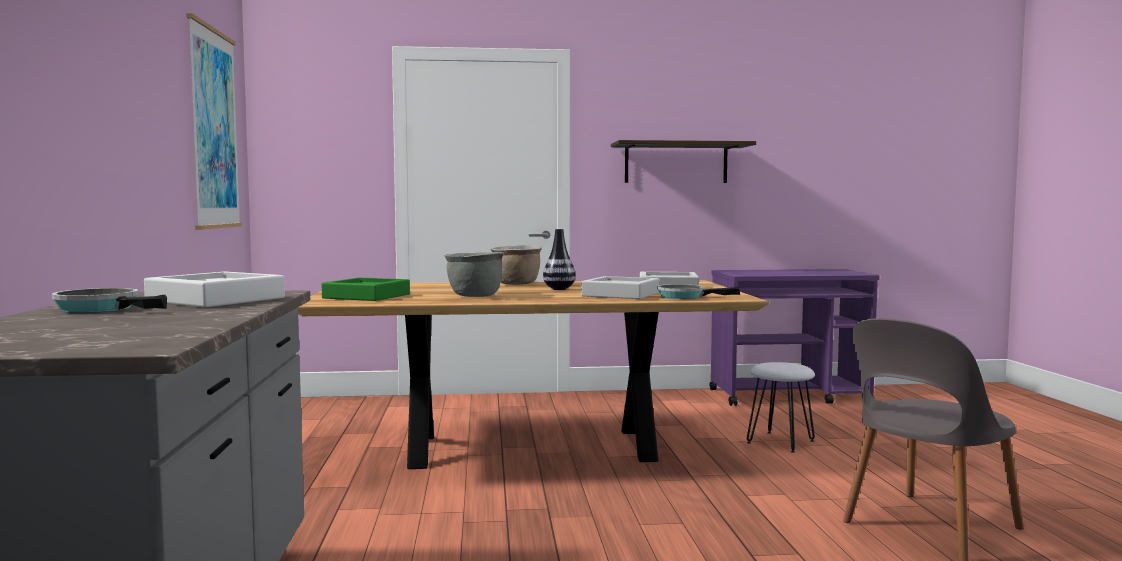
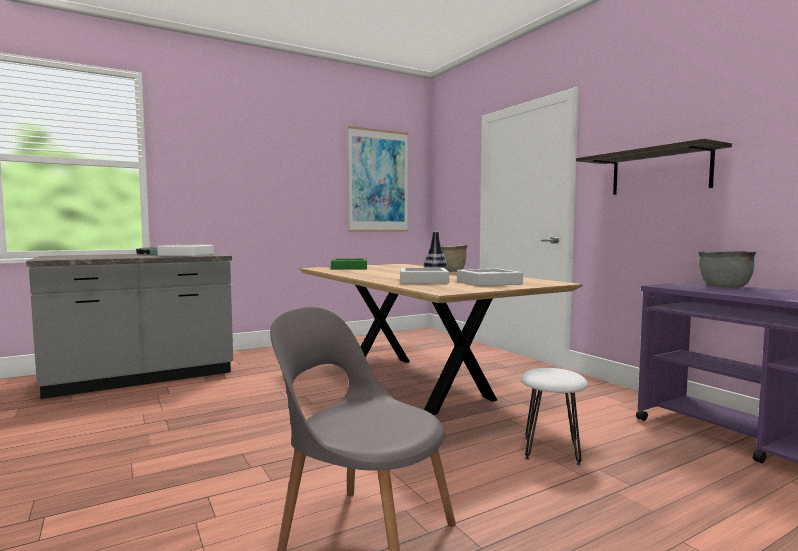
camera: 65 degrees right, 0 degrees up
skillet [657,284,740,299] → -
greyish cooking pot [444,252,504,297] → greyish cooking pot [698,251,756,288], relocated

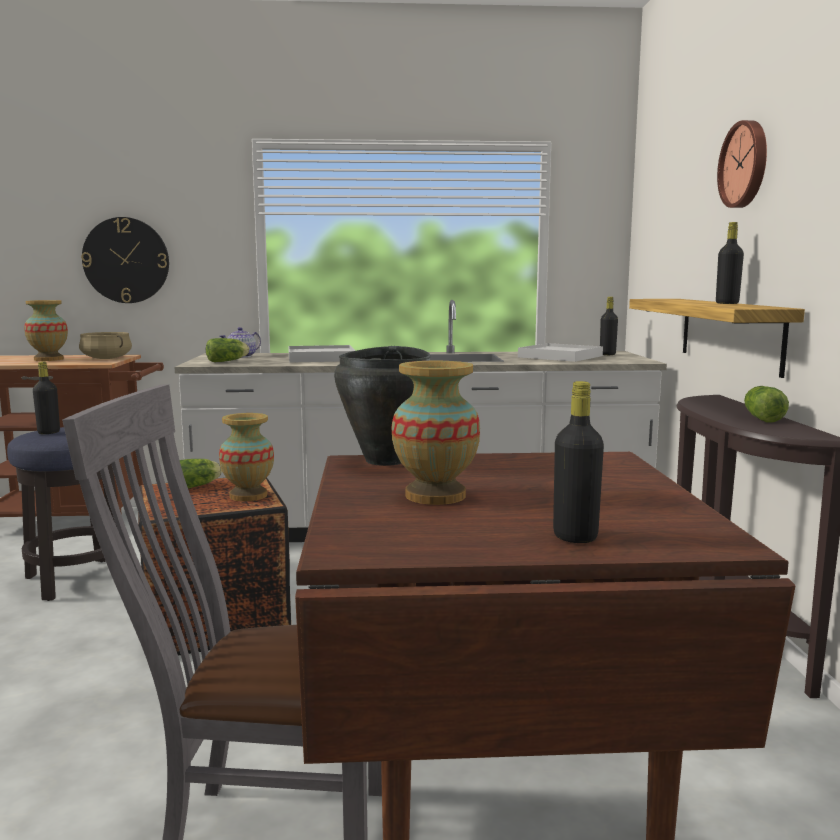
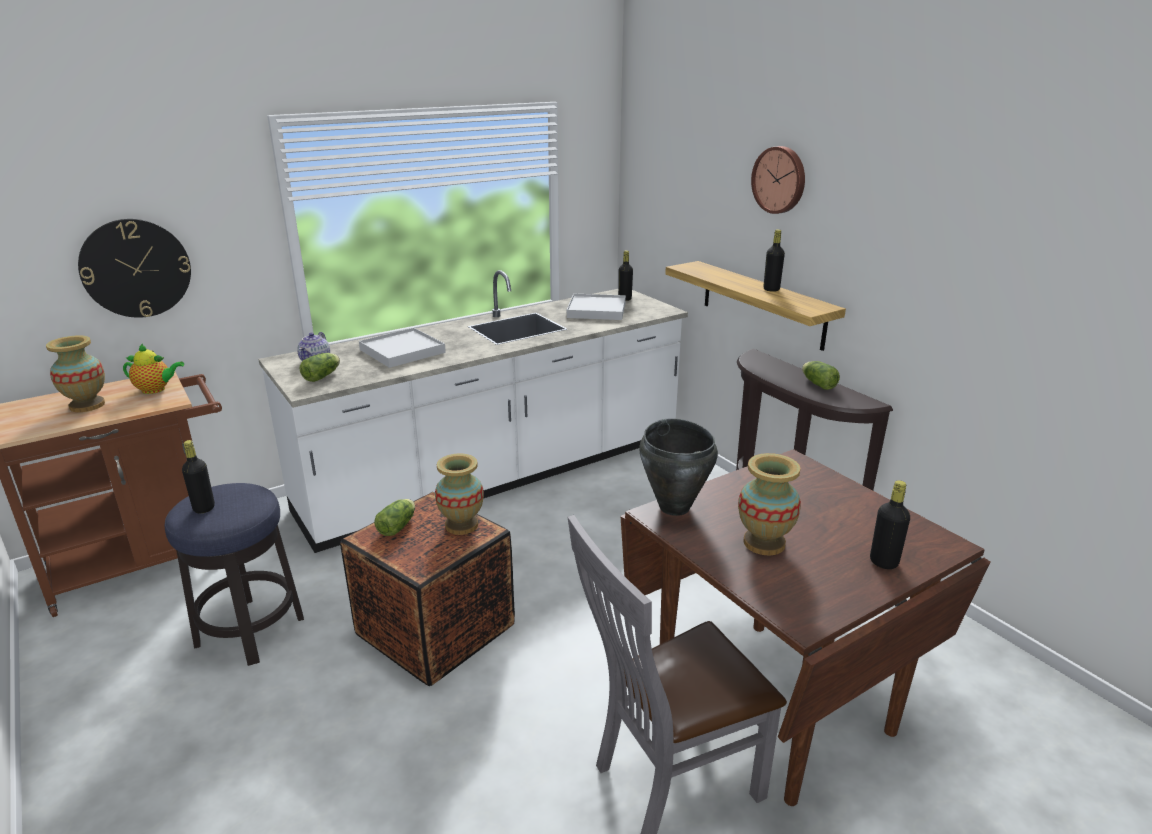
camera: 30 degrees left, 15 degrees up
beige cooking pot [79,332,132,359] → pot for tea [123,343,184,394]

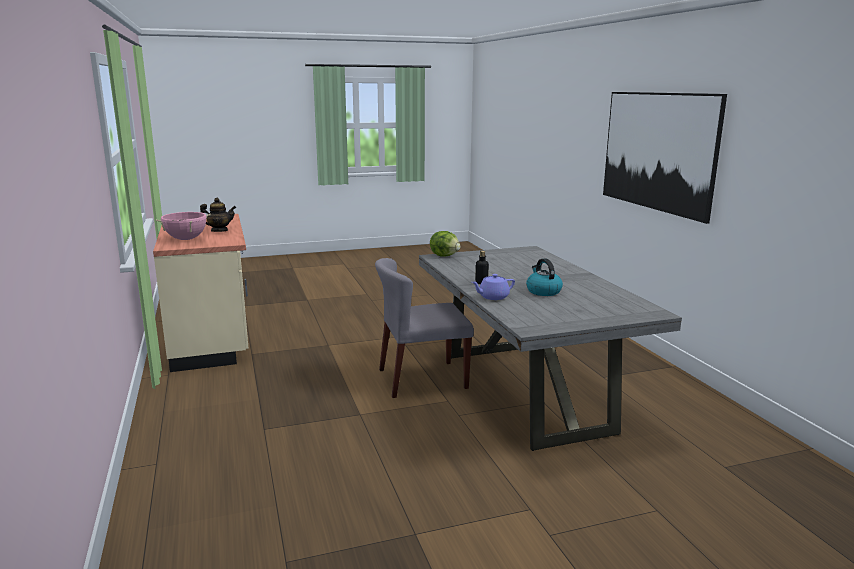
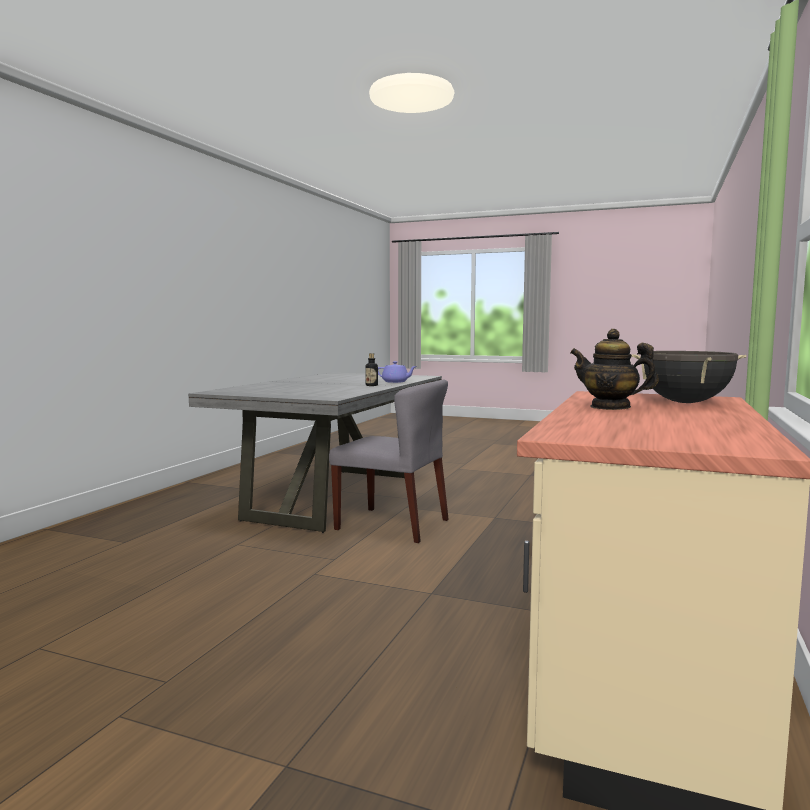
camera: 140 degrees left, 10 degrees down
lettuce head [430,231,460,257] → -
tea kettle [526,258,563,296] → -
wall picture [603,92,727,224] → -
pink cooking pot [156,212,211,240] → black-coloured cooking pot [631,351,746,403]

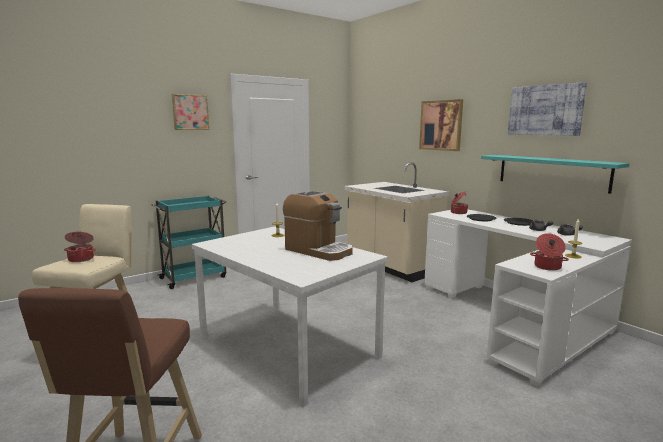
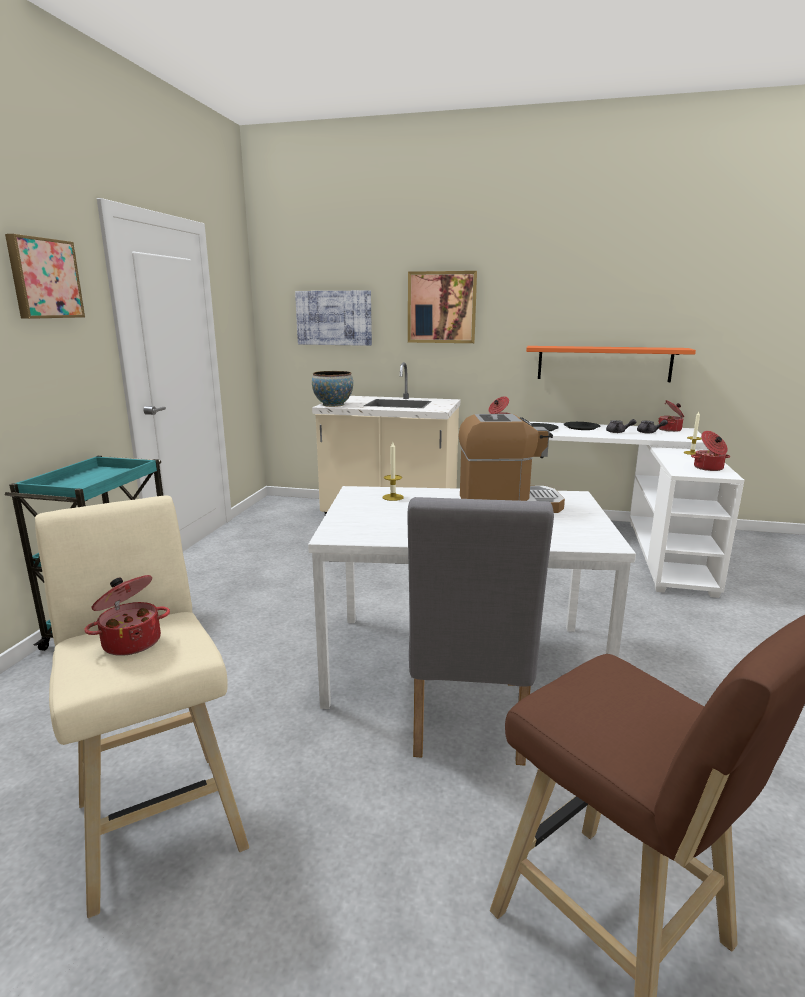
camera: 40 degrees left, 5 degrees up
- → serving bowl [312,371,353,407]
- → greyish upright chair [408,497,554,766]
- → cooking pot [658,400,684,432]
wall picture [508,82,587,136] → wall picture [295,291,372,346], relocated
turquoise shelf [481,155,629,194] → orange-coloured shelf [526,346,696,382]

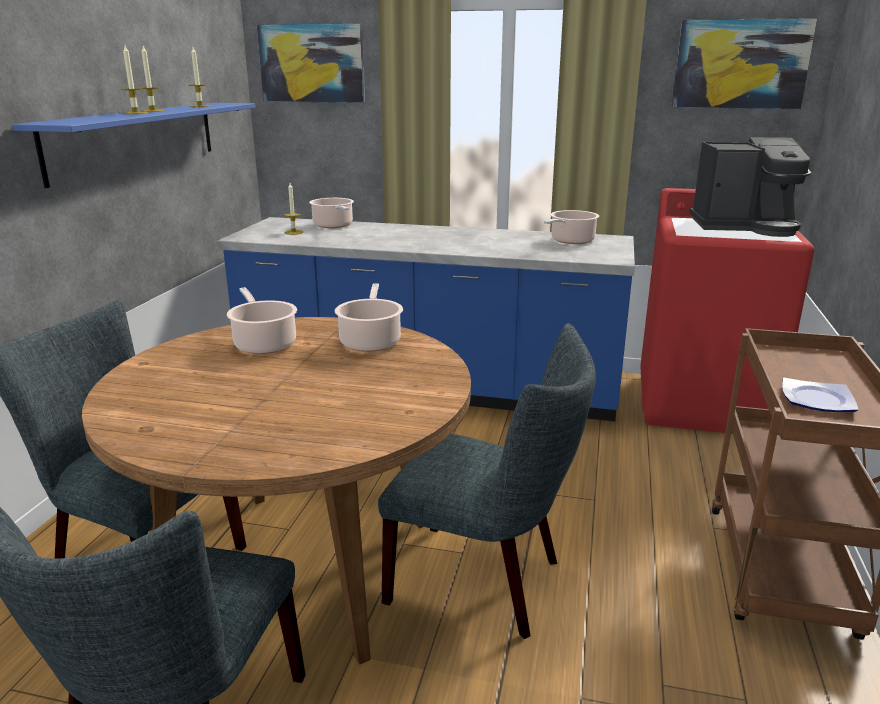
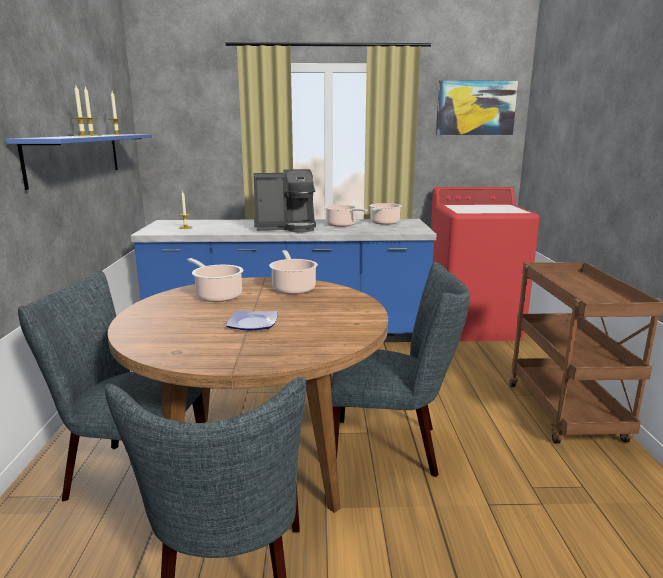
camera: 15 degrees left, 5 degrees down
wall picture [257,23,365,103] → -
cooking pot [309,198,354,228] → cooking pot [325,205,368,227], relocated
coffee machine [689,137,811,237] → coffee machine [253,169,316,232], relocated
dinner plate [782,378,858,412] → dinner plate [226,310,277,331], relocated

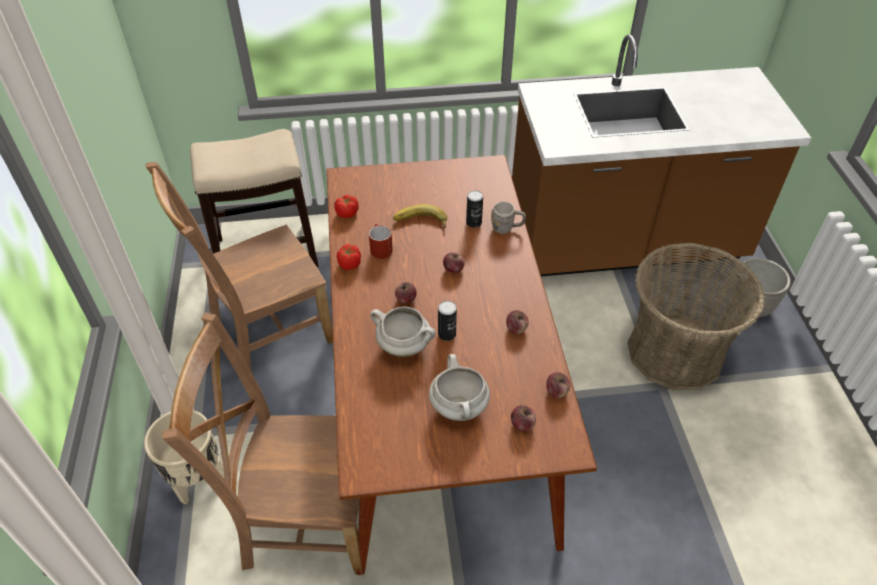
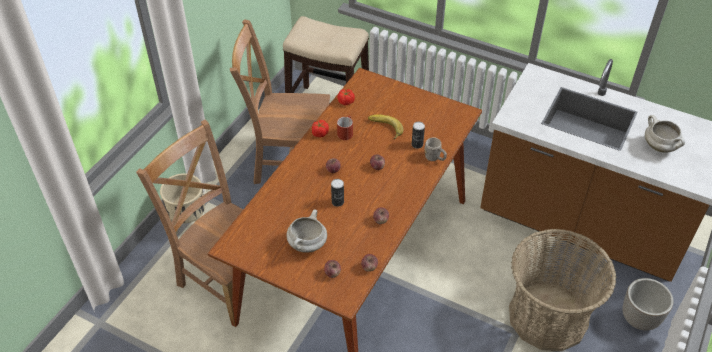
camera: 35 degrees right, 0 degrees up
whitish cooking pot [370,306,436,357] → whitish cooking pot [645,115,685,153], relocated

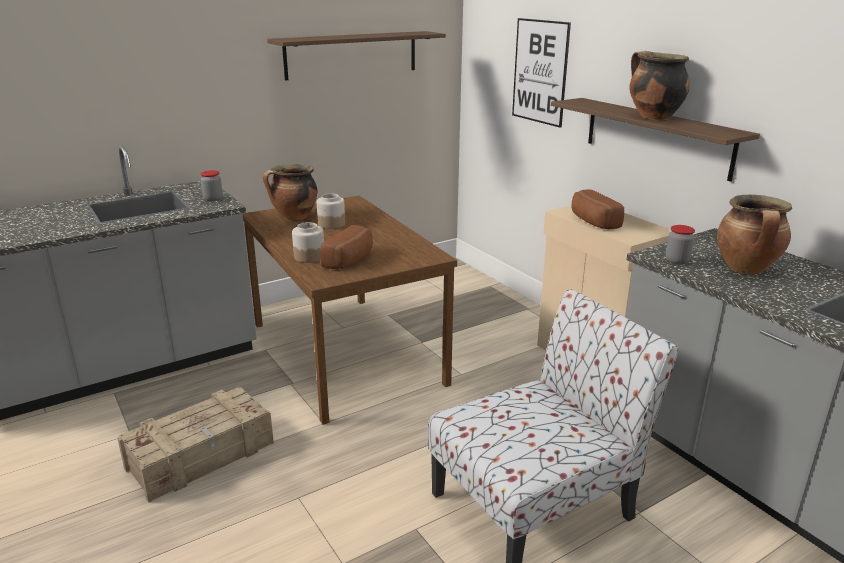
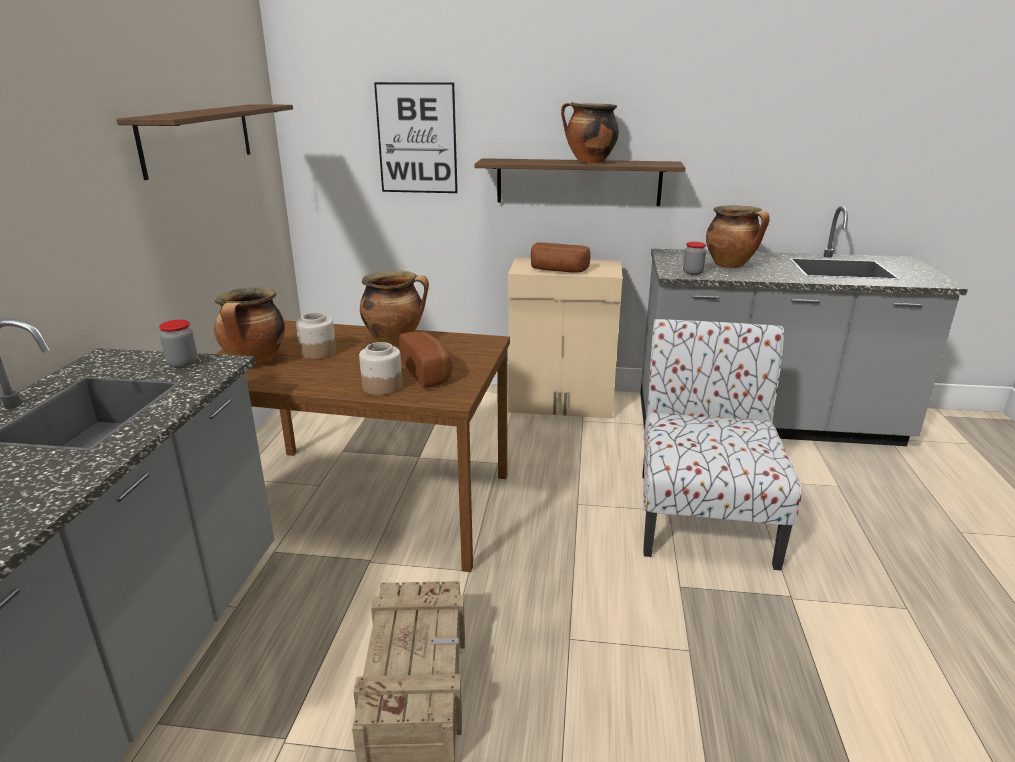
camera: 50 degrees left, 0 degrees up
- → cooking pot [360,271,429,345]

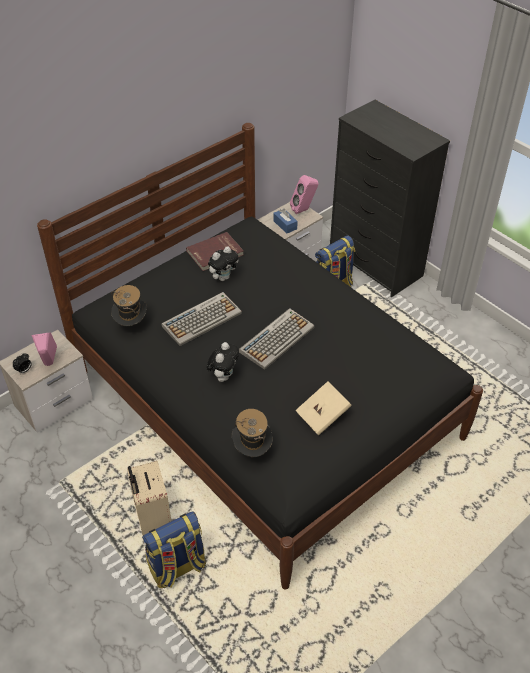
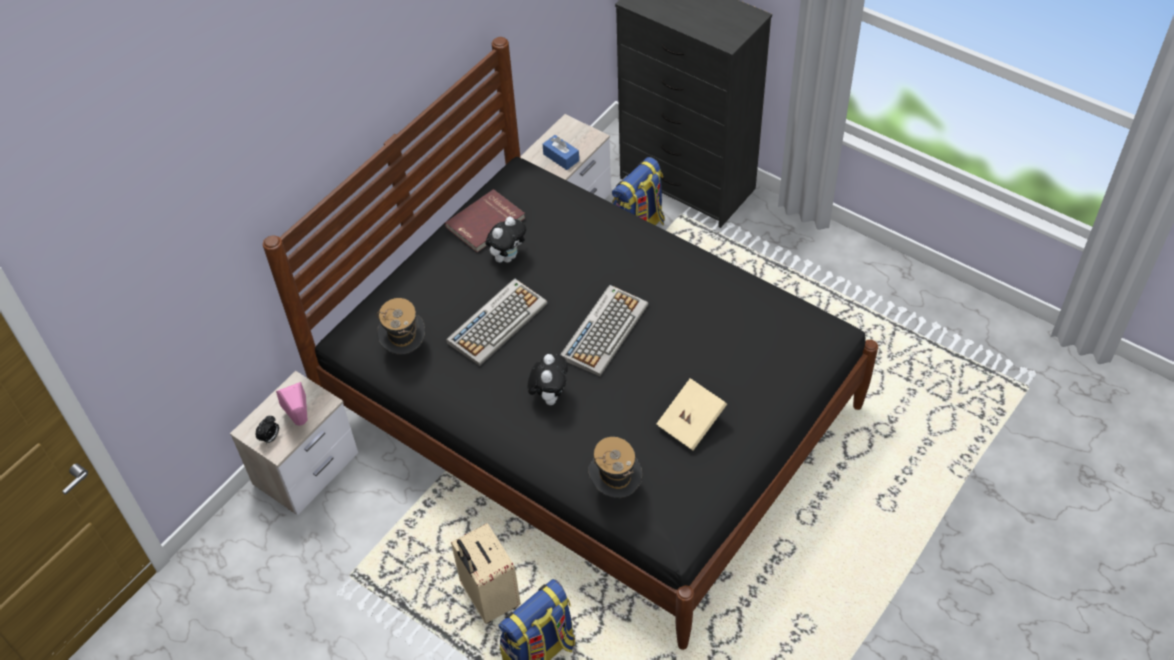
camera: 10 degrees left, 5 degrees up
pink audio speaker [290,175,318,214] → -

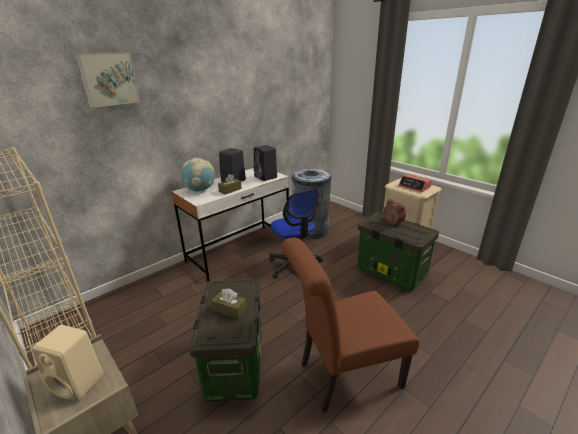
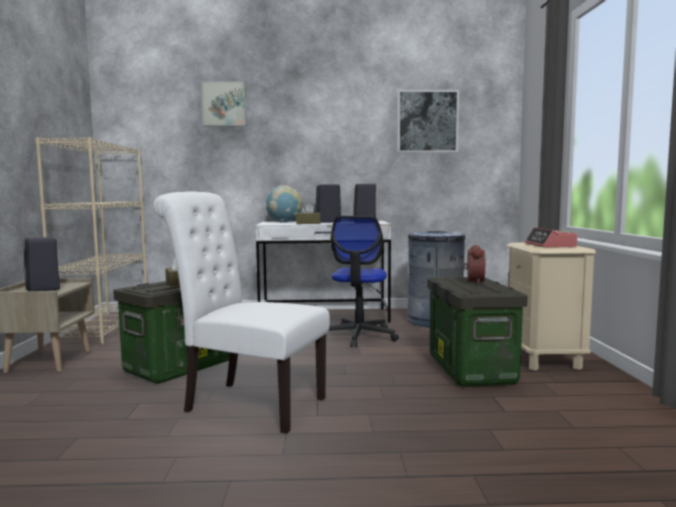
camera: 40 degrees right, 20 degrees down
- → wall picture [397,90,459,153]
beige audio speaker [32,325,104,402] → black-coloured audio speaker [24,237,60,291]
brown upright chair [282,237,420,413] → whitish upright chair [153,192,330,434]

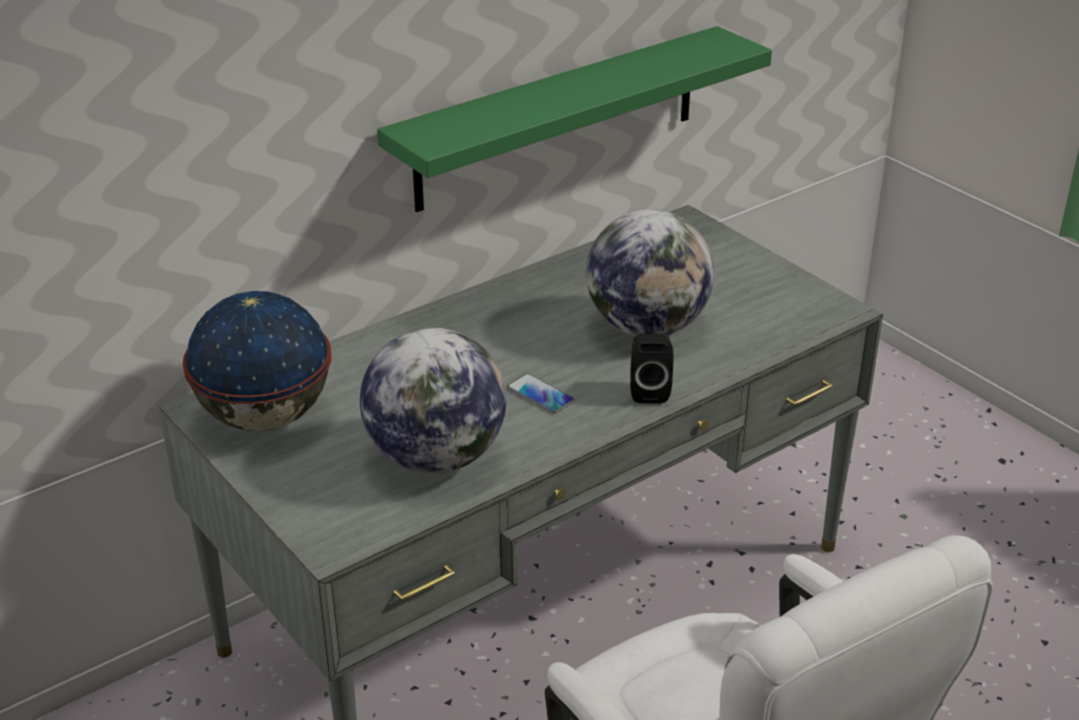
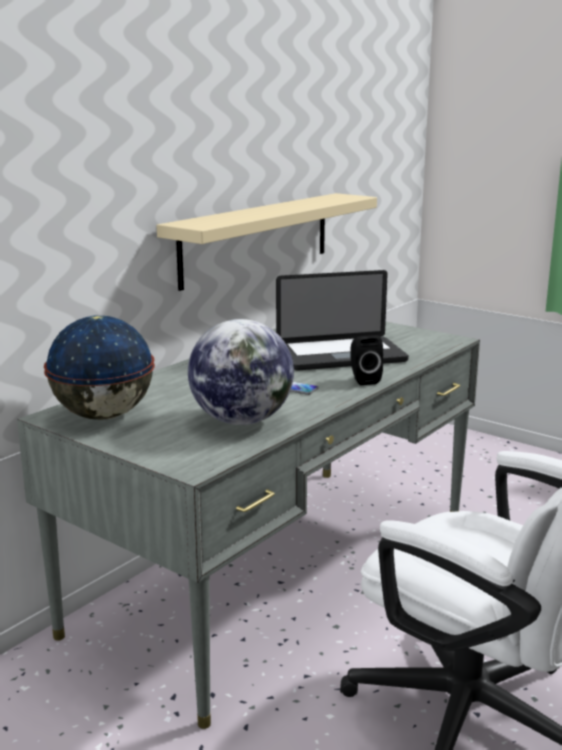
camera: 15 degrees left, 15 degrees down
world globe [586,209,714,336] → laptop [276,270,409,371]
green-coloured shelf [377,26,772,212] → beige shelf [157,193,377,291]

